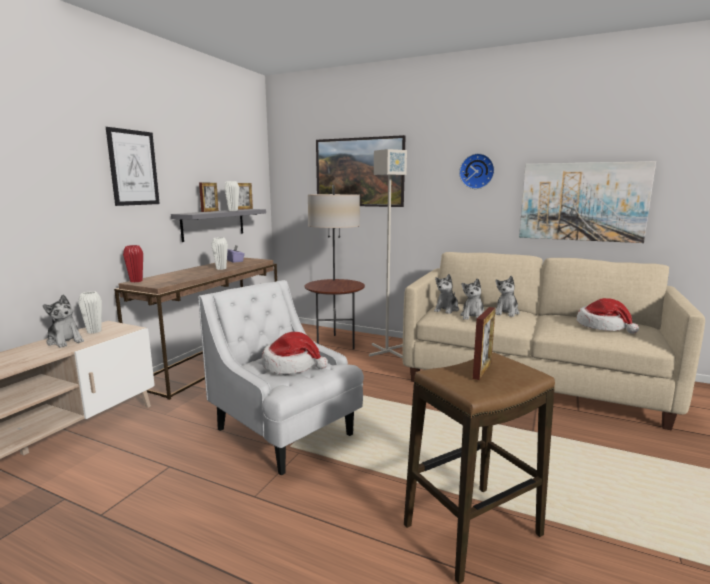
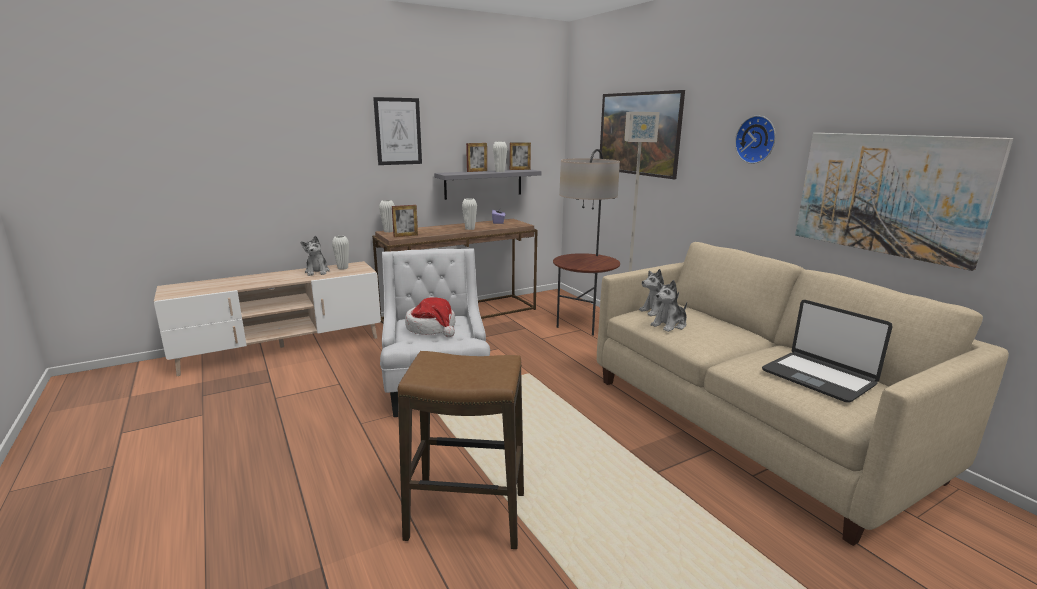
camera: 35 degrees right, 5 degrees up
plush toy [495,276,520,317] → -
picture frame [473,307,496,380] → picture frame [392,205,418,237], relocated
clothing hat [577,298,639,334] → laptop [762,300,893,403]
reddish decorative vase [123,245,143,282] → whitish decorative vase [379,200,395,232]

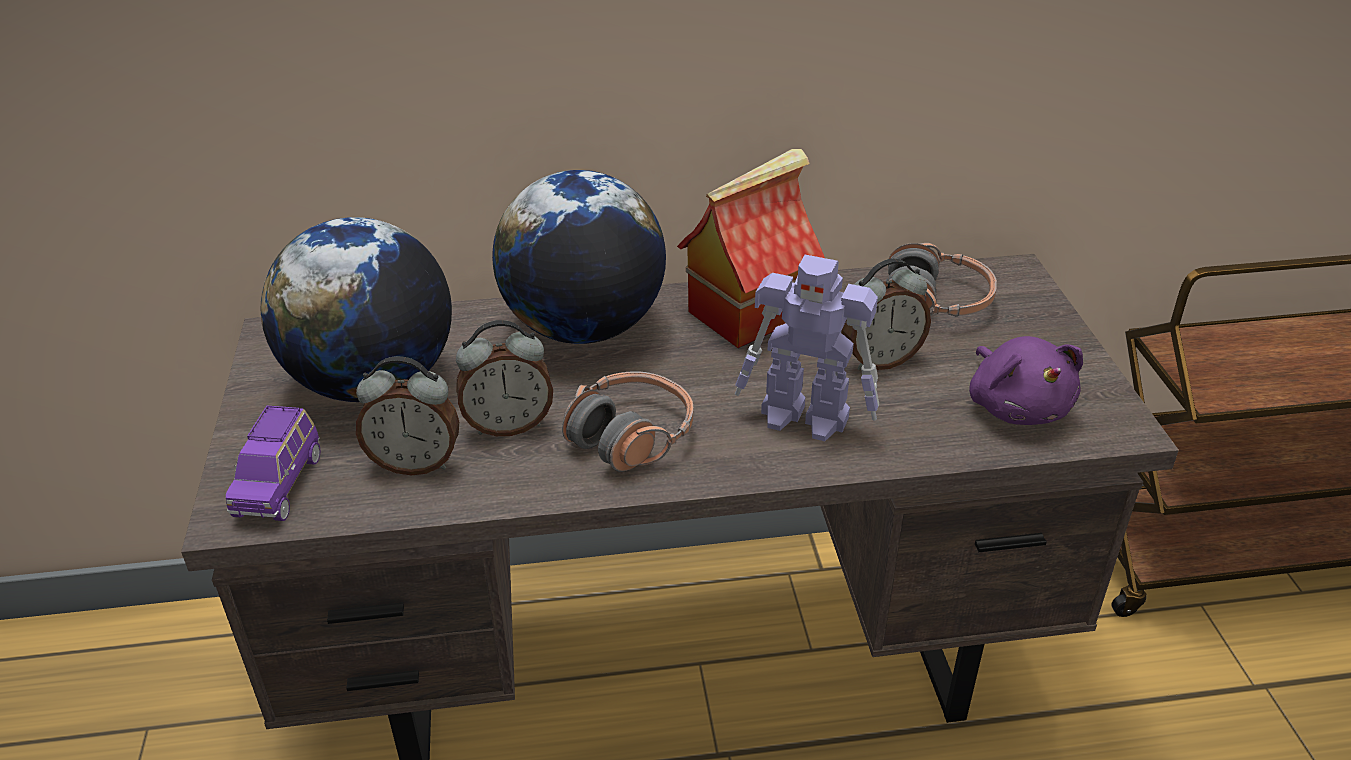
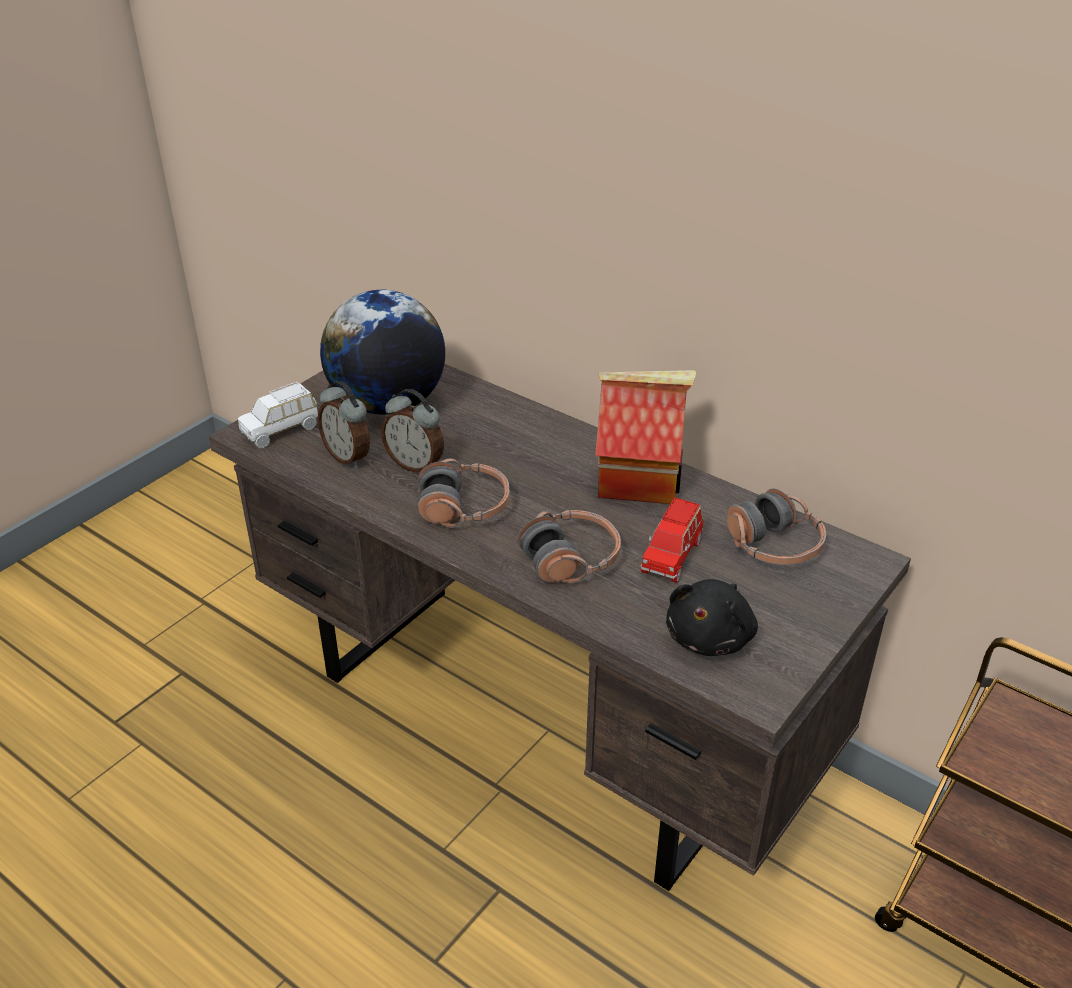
camera: 45 degrees right, 0 degrees up
world globe [492,170,666,344] → -
toy robot [735,255,879,441] → headphones [517,510,621,583]
bedside clock [841,259,931,370] → reddish toy car [641,498,703,583]
purple toy car [226,406,320,521] → whitish toy car [238,382,318,448]
purple plush toy [969,336,1083,425] → black-coloured plush toy [666,579,758,656]

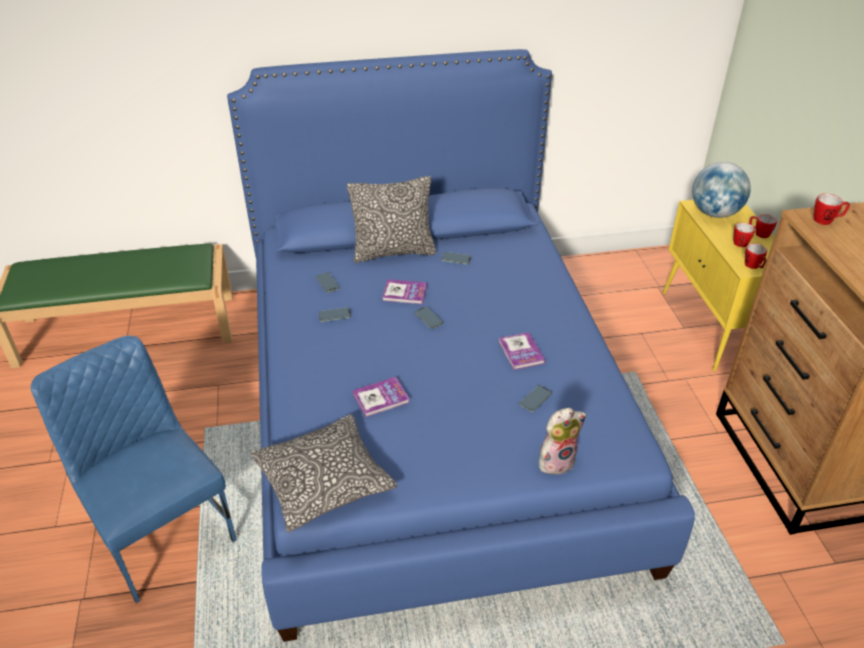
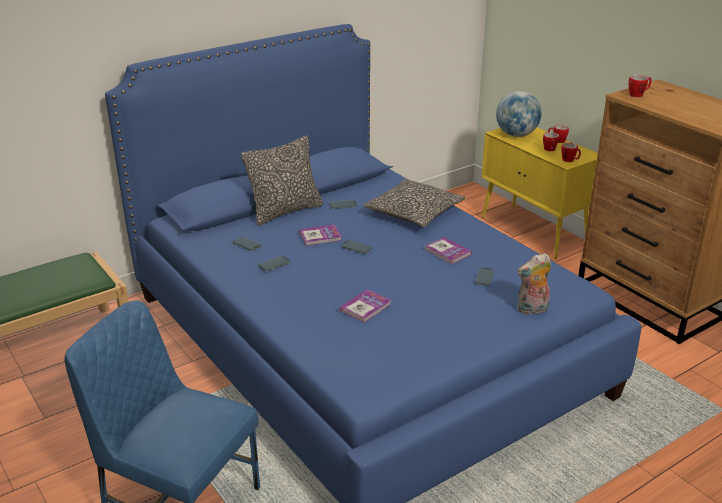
camera: 25 degrees left, 10 degrees down
throw pillow [251,414,397,532] → throw pillow [363,179,465,227], relocated
plush toy [539,408,586,476] → plush toy [518,253,551,315], 150 degrees counterclockwise

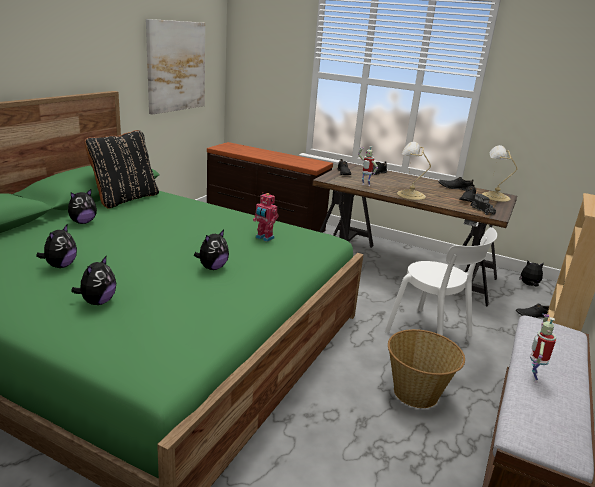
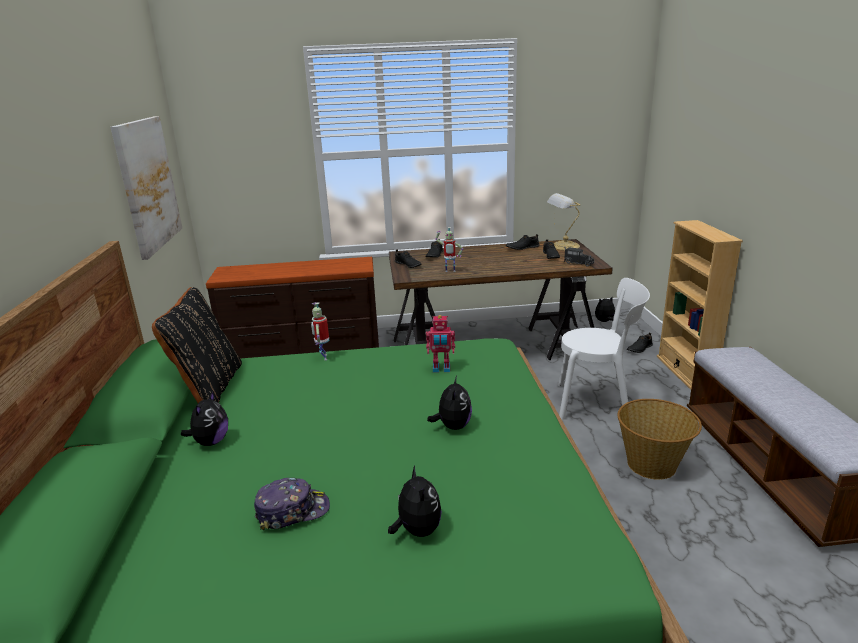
camera: 30 degrees left, 0 degrees up
tabletop lamp [397,142,431,200] → -
toy robot [530,314,556,383] → toy robot [311,302,329,360], relocated
plush toy [36,225,77,268] → cap [254,478,330,530]

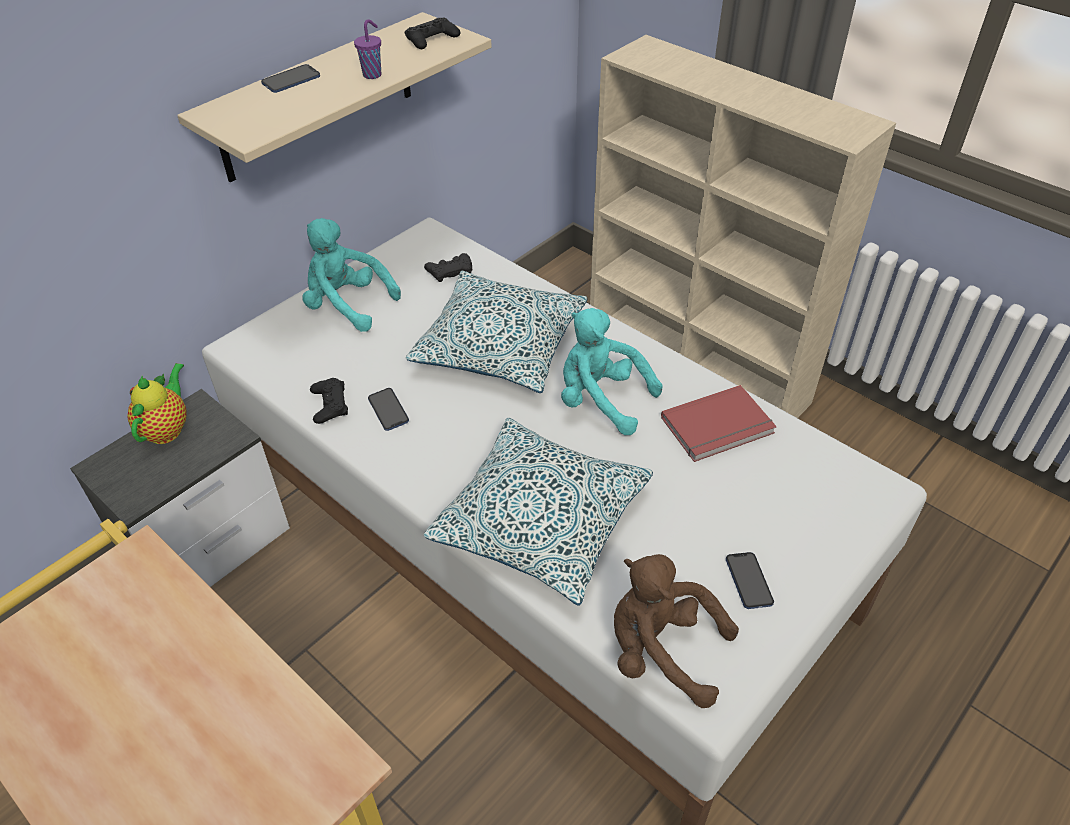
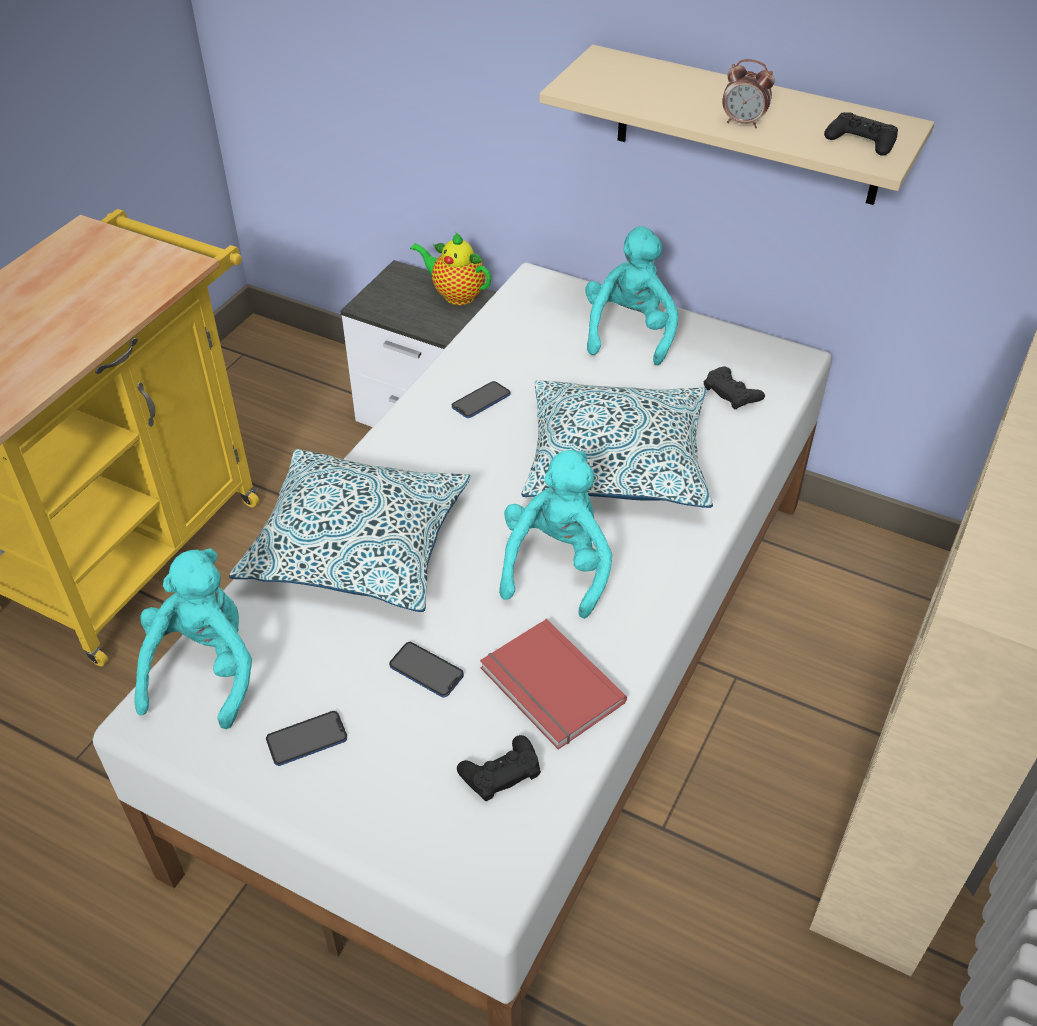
camera: 75 degrees right, 0 degrees up
telephone [261,64,320,93] → telephone [389,642,464,698], relocated
black-coloured joypad [310,378,348,424] → black-coloured joypad [457,735,541,801], relocated
purple small cup [354,19,381,79] → bedside clock [722,59,775,128]
brown plush toy [614,554,739,708] → turquoise plush toy [135,548,252,729]
pot for tea [127,363,187,444] → pot for tea [410,231,491,305], 150 degrees counterclockwise

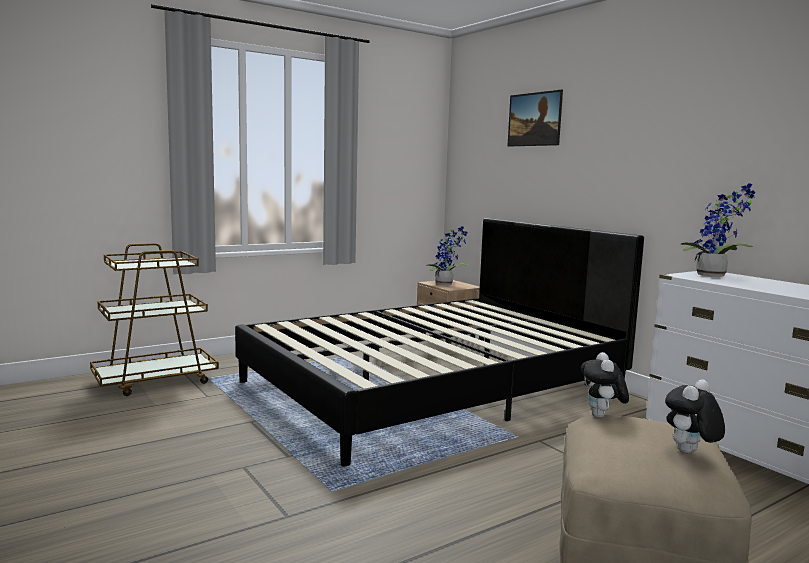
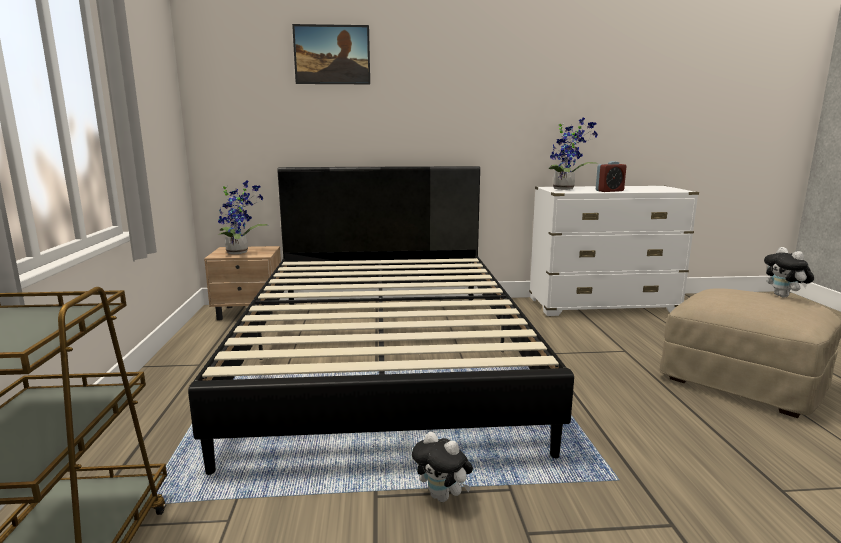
camera: 60 degrees left, 5 degrees up
- → bedside clock [596,161,626,192]
plush toy [581,352,629,418] → plush toy [412,431,473,502], relocated

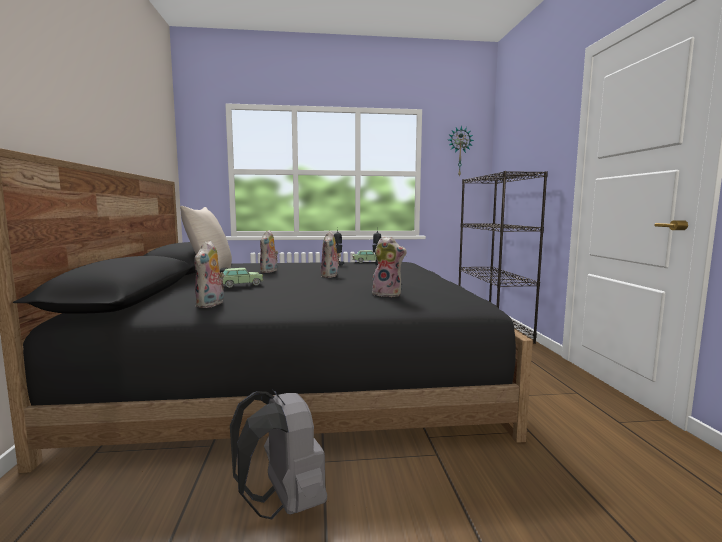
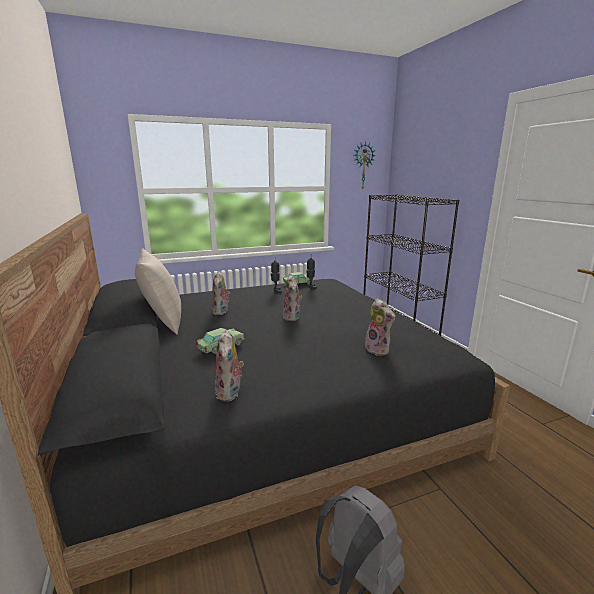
camera: 15 degrees left, 10 degrees up
plush toy [372,236,407,297] → plush toy [365,298,395,356], 45 degrees clockwise

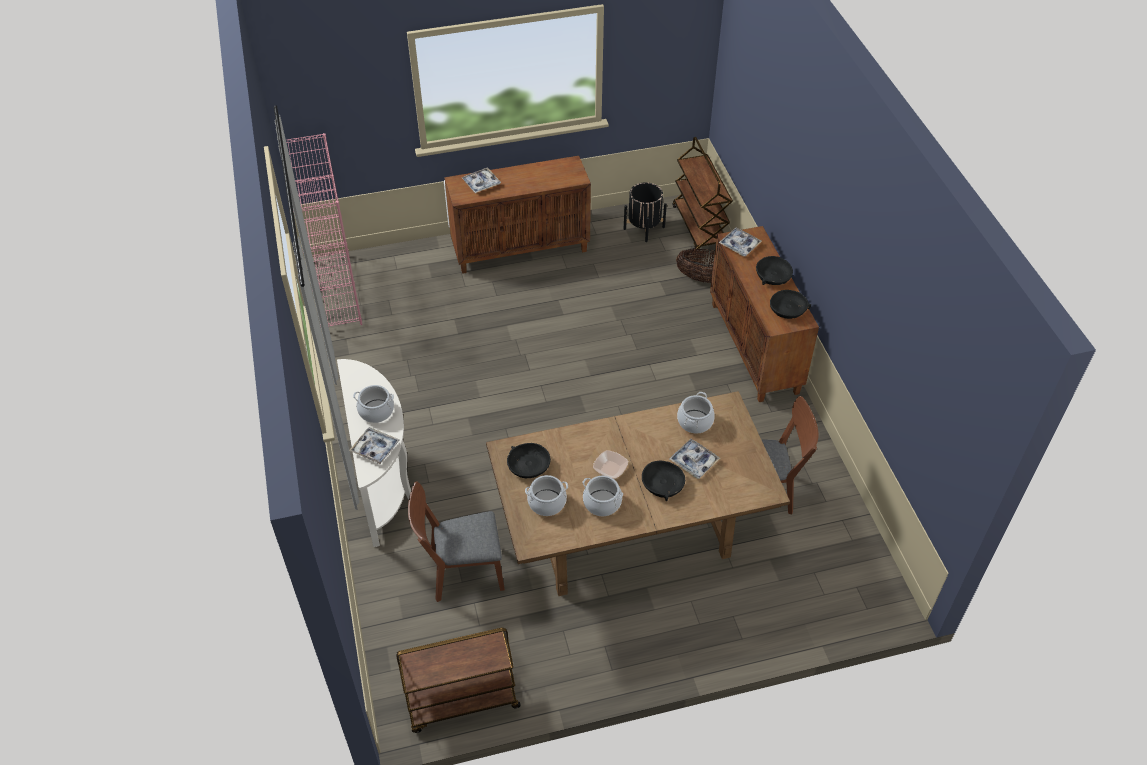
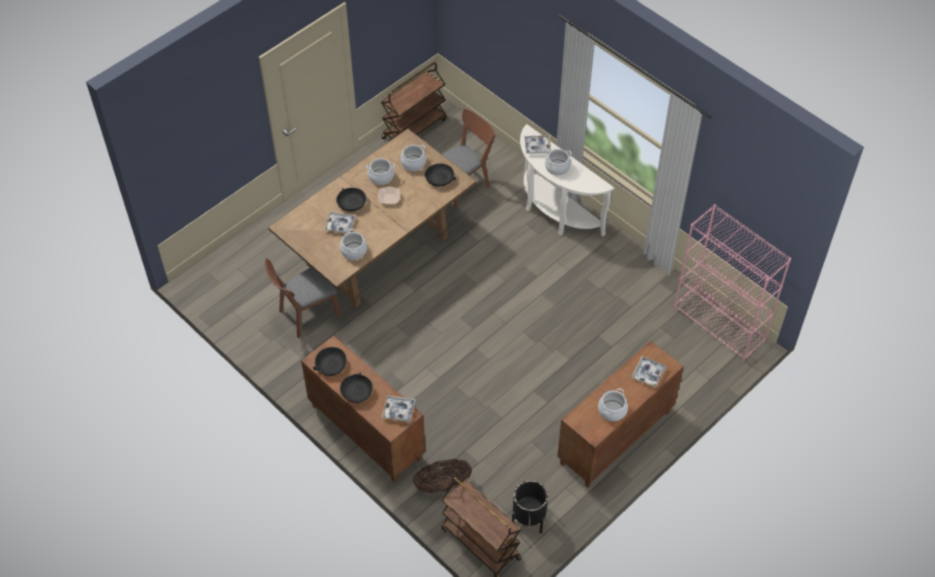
camera: 150 degrees right, 5 degrees up
- → cooking pot [598,388,628,421]

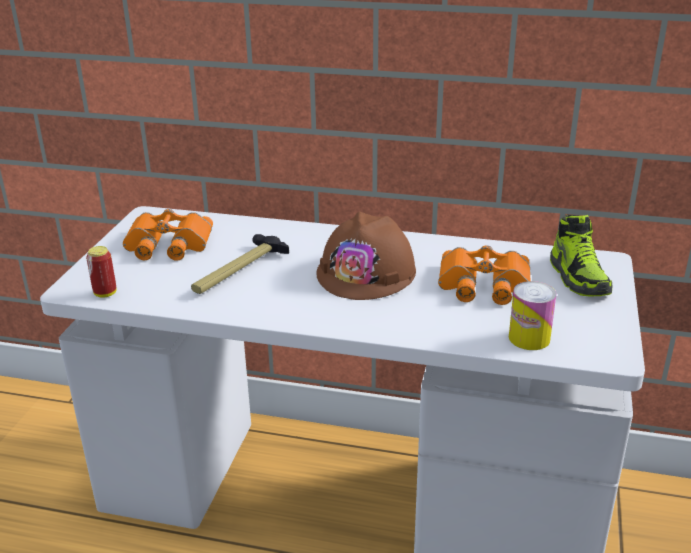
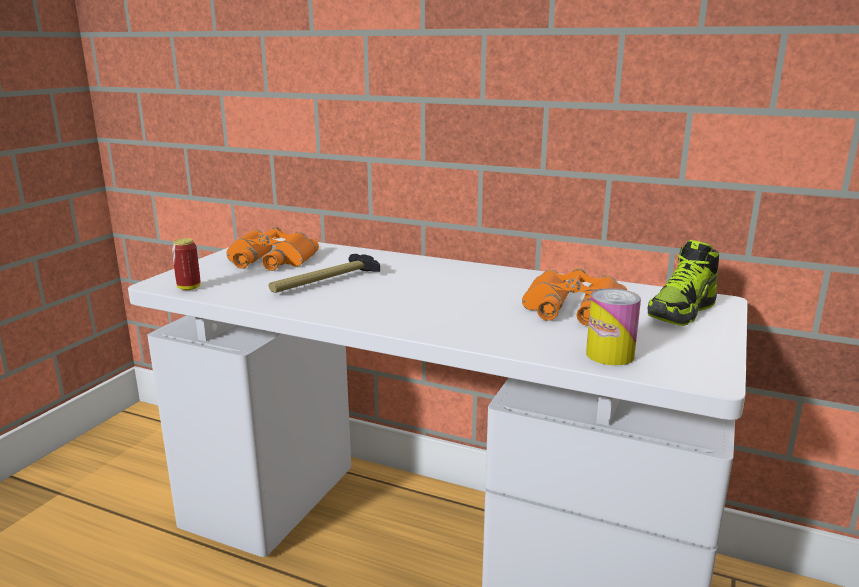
camera: 10 degrees right, 10 degrees down
brown work helmet [316,212,416,300] → -
low shoe [550,215,613,296] → low shoe [648,240,719,326], 45 degrees clockwise

